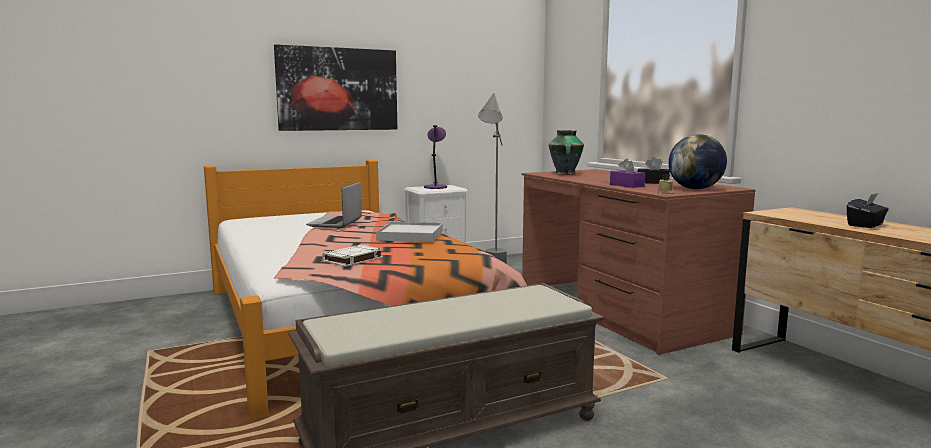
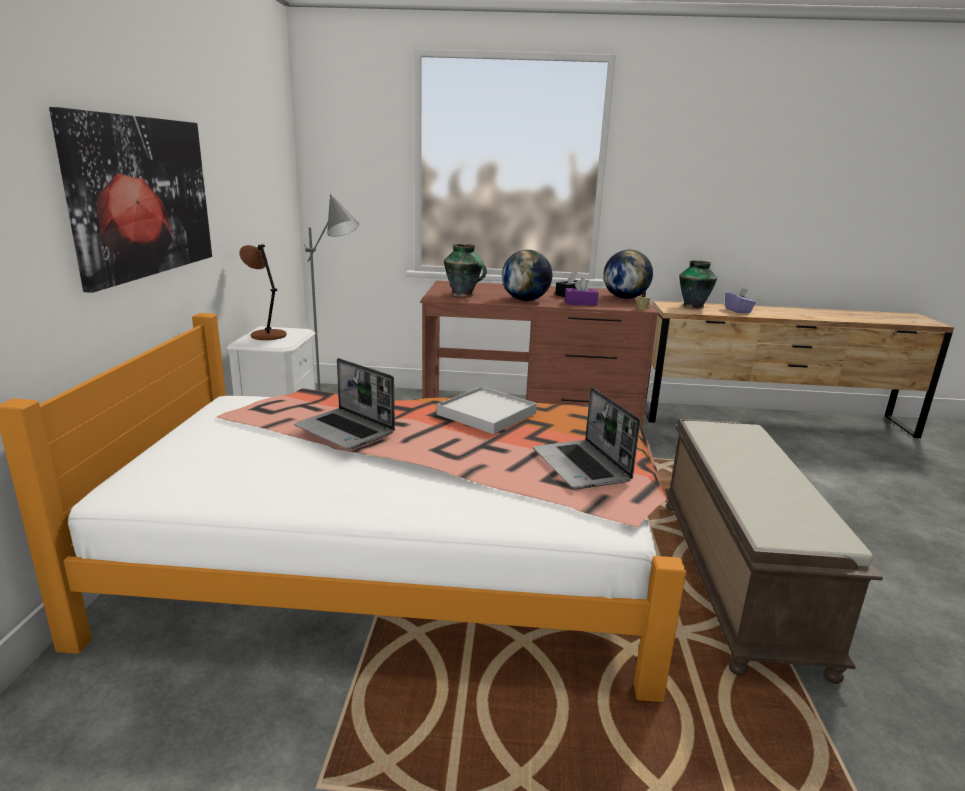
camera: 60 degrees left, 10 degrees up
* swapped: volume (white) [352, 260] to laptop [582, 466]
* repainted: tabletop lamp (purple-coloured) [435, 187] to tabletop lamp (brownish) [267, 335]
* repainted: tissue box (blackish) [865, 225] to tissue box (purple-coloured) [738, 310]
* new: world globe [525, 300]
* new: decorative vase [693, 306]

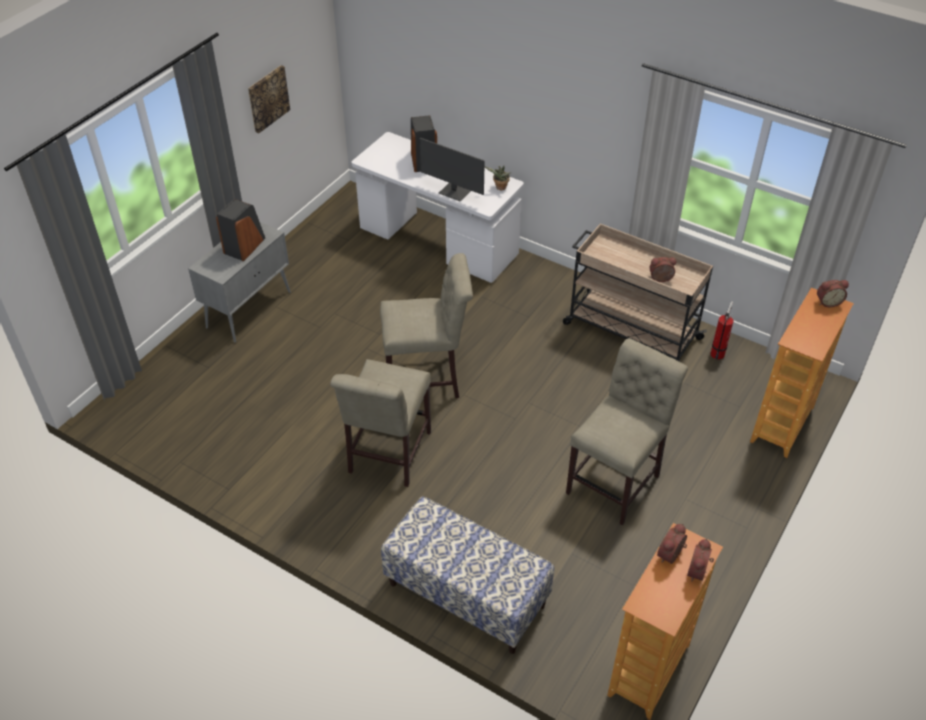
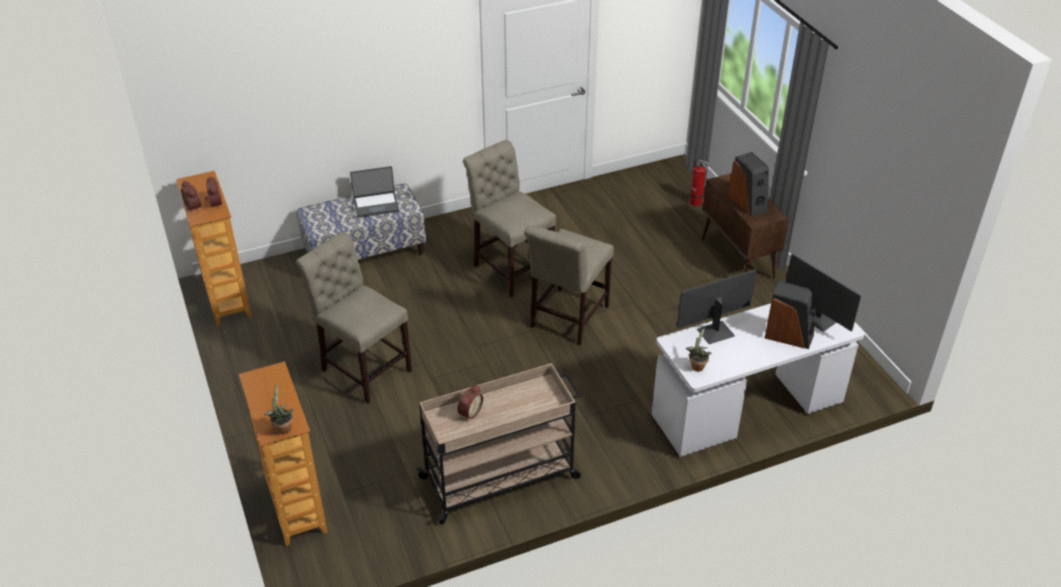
camera: 125 degrees right, 5 degrees down
* repainted: cabinet (grey) [249, 309] to cabinet (brownish) [738, 259]
* gone: wall picture [268, 98]
* rotated: upright chair (sand-coloured) [617, 481] = [363, 368] 150 degrees clockwise
* shifted: extinguisher [718, 353] to [696, 203]
* swapped: alarm clock [828, 302] to plant in a pot [282, 428]
* new: laptop [376, 204]
* new: computer screen [818, 319]

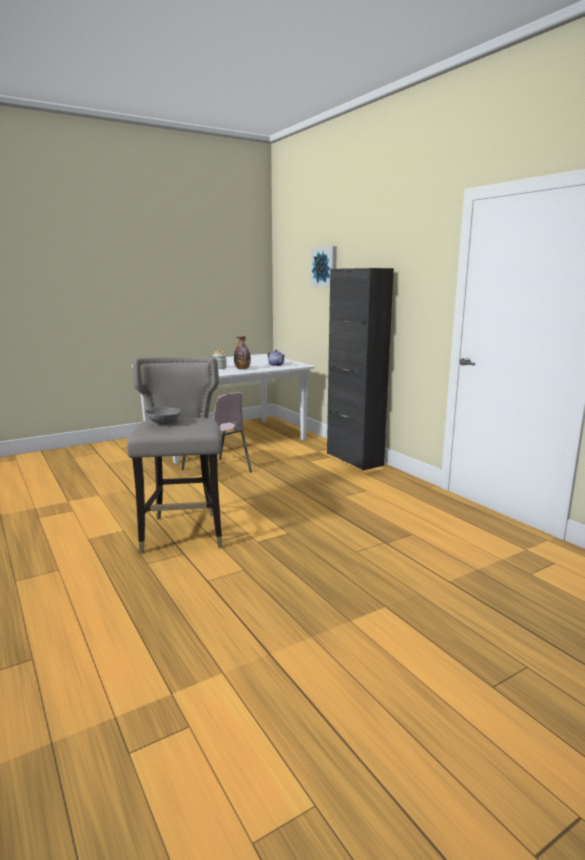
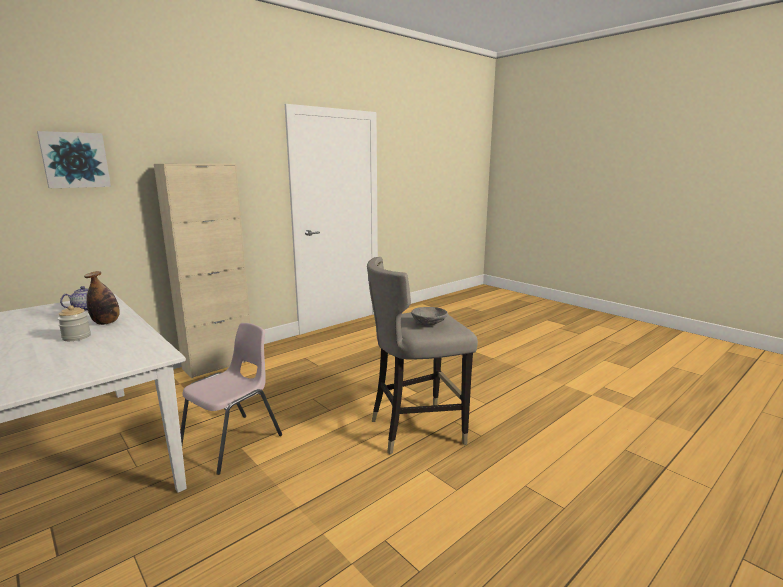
camera: 100 degrees left, 0 degrees up
* repainted: cabinet (blackish) [354, 459] to cabinet (sand-coloured) [218, 364]

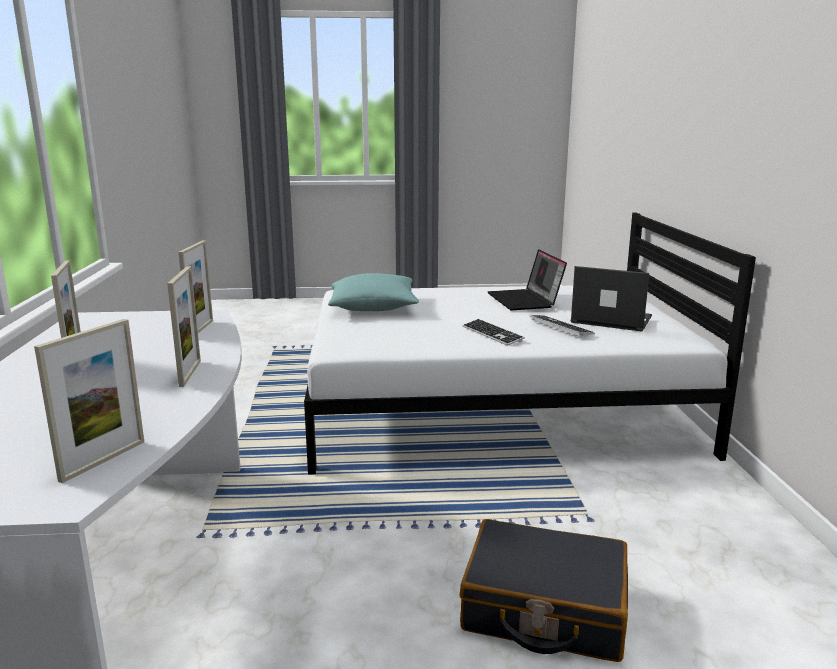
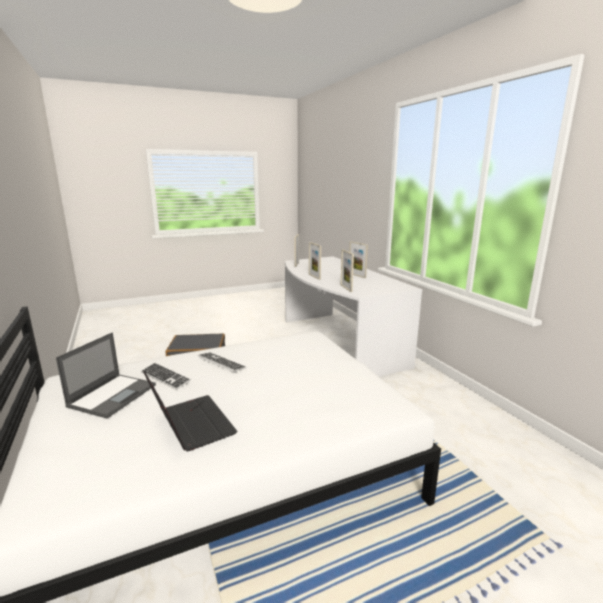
camera: 160 degrees right, 0 degrees up
* gone: pillow (turquoise) [373, 307]
* rotated: laptop [610, 319] = [113, 395] 75 degrees counterclockwise

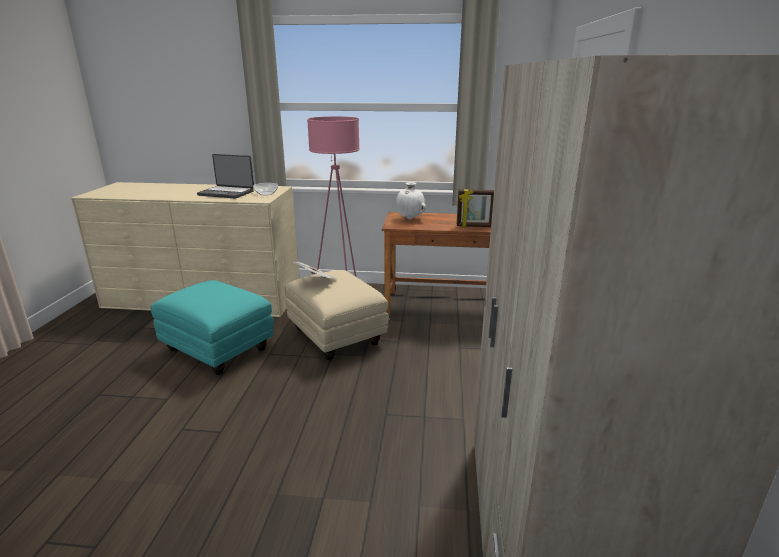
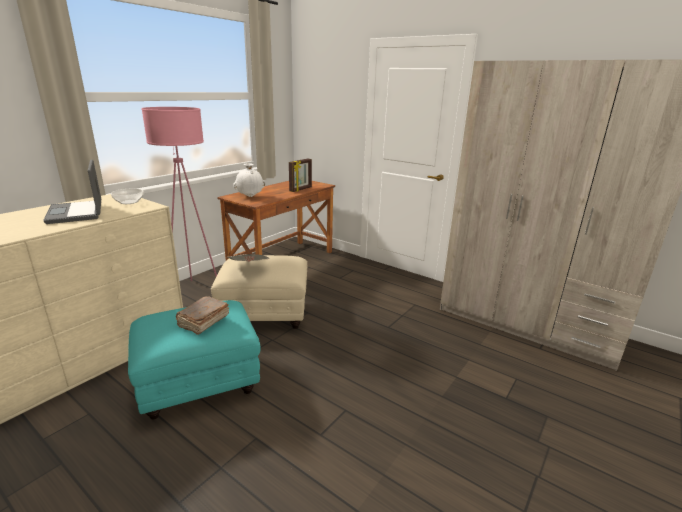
camera: 60 degrees left, 0 degrees up
* rotated: laptop [227, 193] = [77, 213] 105 degrees clockwise
* new: volume (brownish) [203, 322]

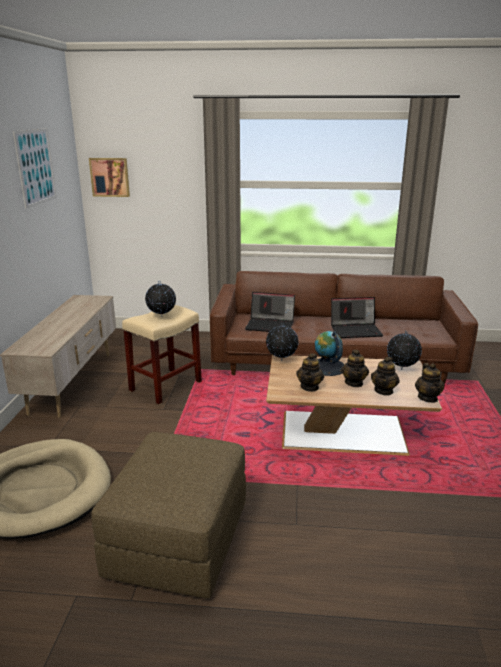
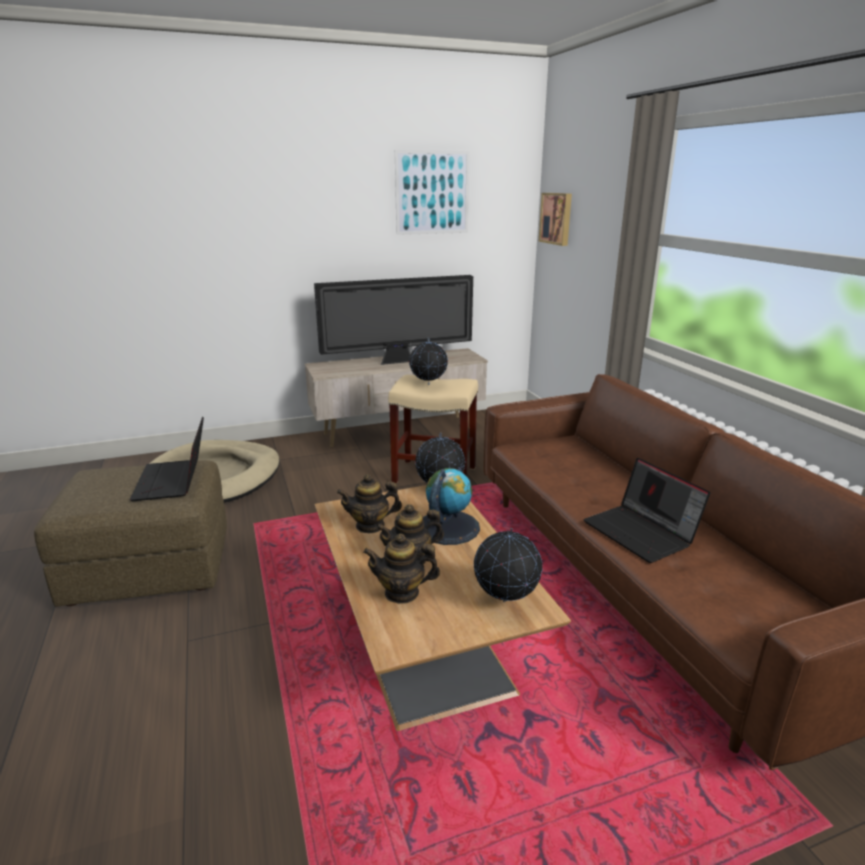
camera: 65 degrees right, 0 degrees up
* shifted: laptop [270, 325] to [174, 481]
* gone: tea pot [428, 398]
* new: TV [398, 361]

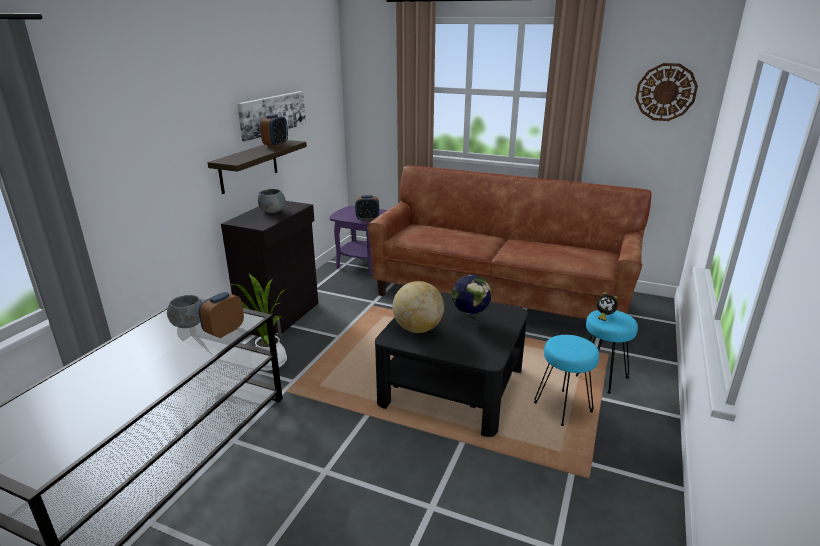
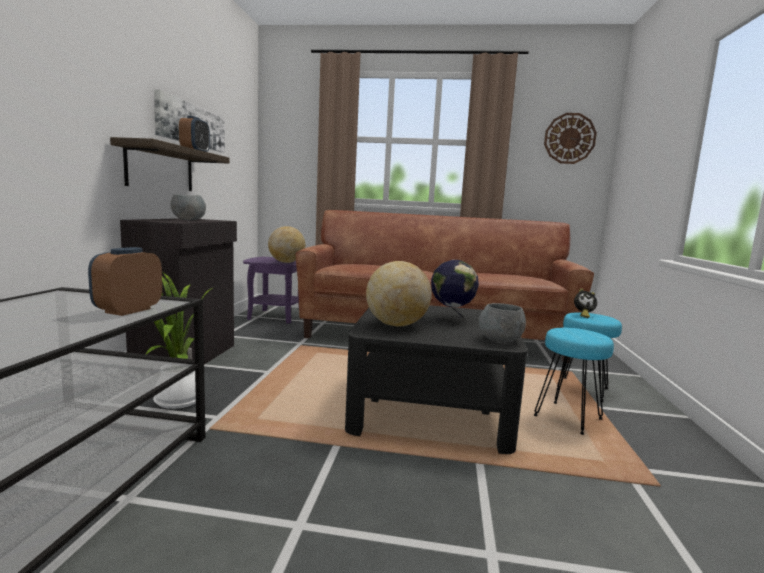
camera: 15 degrees left, 15 degrees down
* shifted: deep dish (grey) [188, 324] to [500, 340]
* swapped: alarm clock [367, 219] to world globe [286, 262]

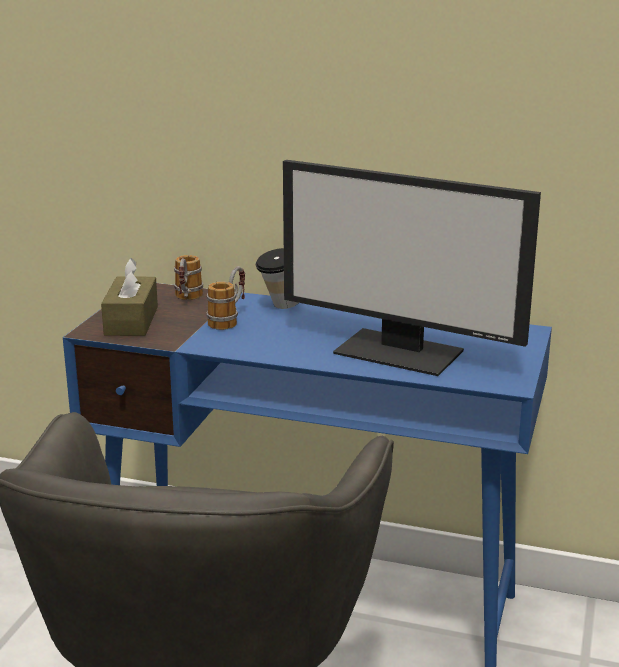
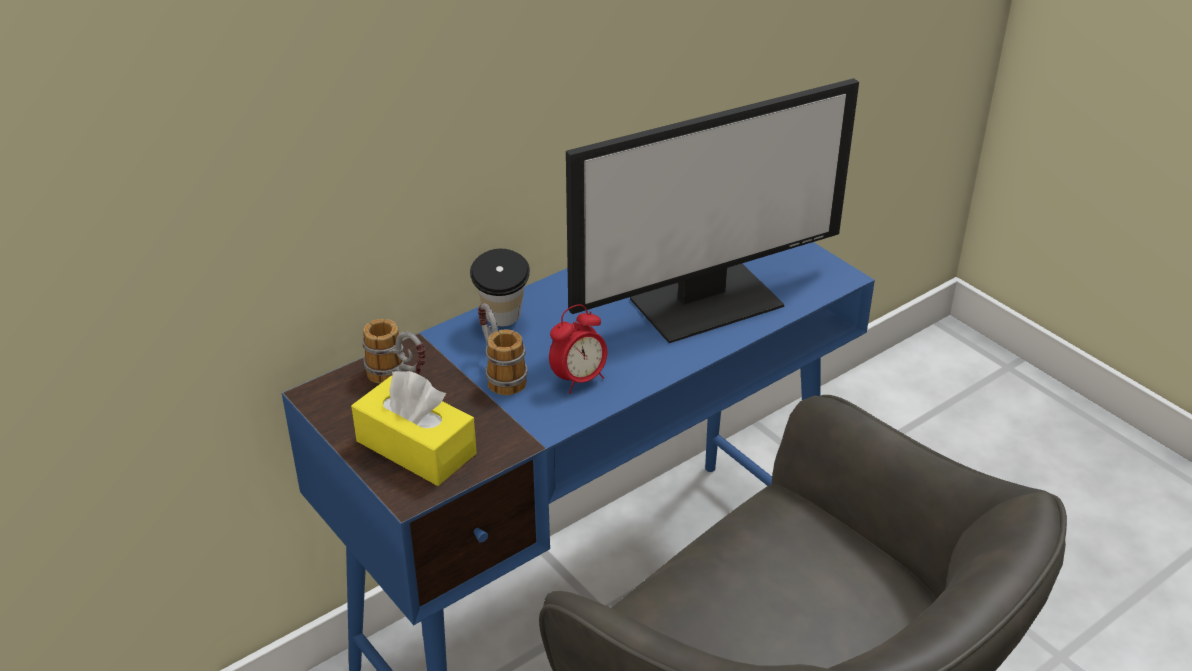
camera: 55 degrees left, 15 degrees up
* repainted: tissue box (brownish) [131, 321] to tissue box (yellow) [416, 447]
* new: alarm clock [579, 379]

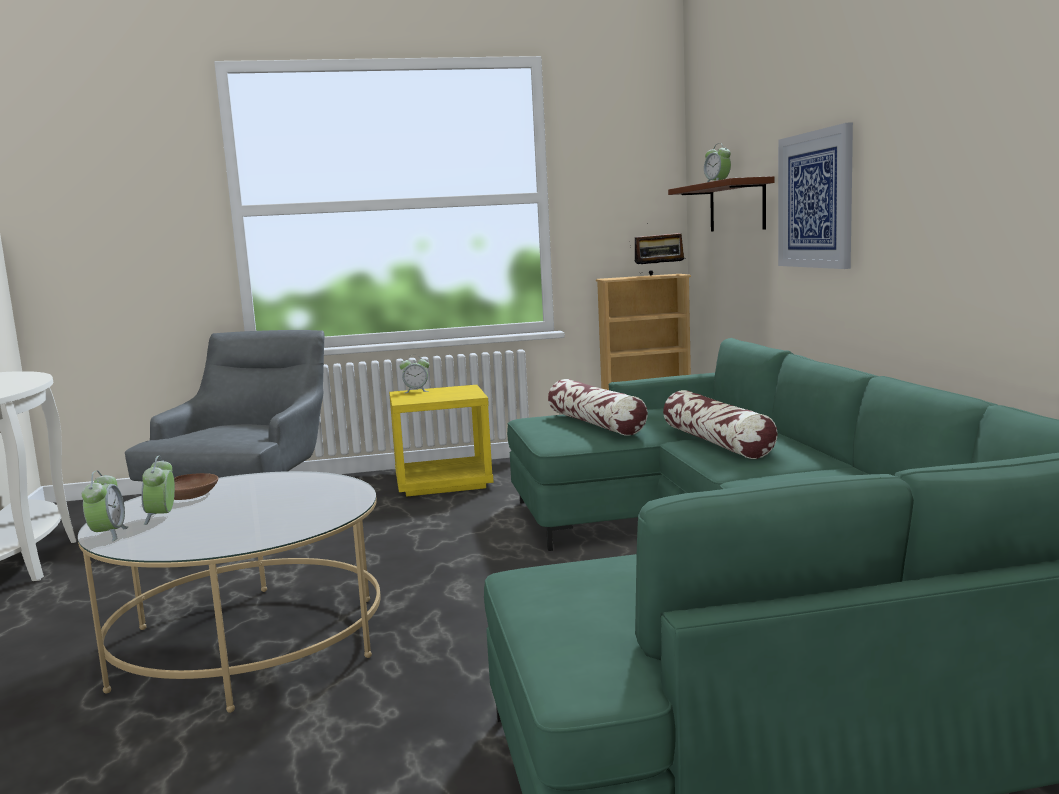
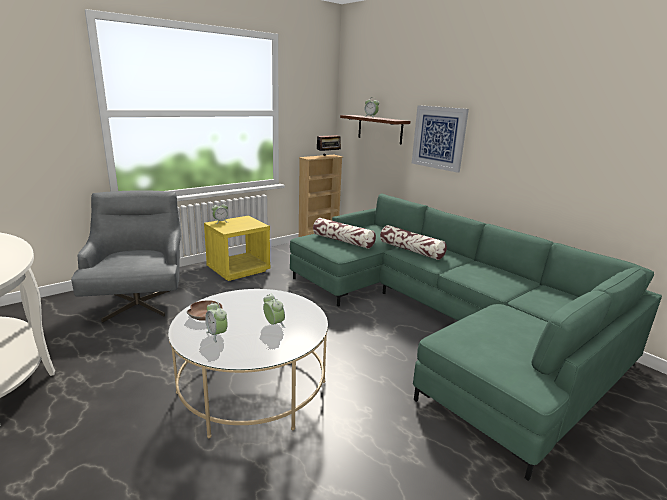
camera: 30 degrees left, 10 degrees up
* shifted: alarm clock [108, 534] to [274, 324]

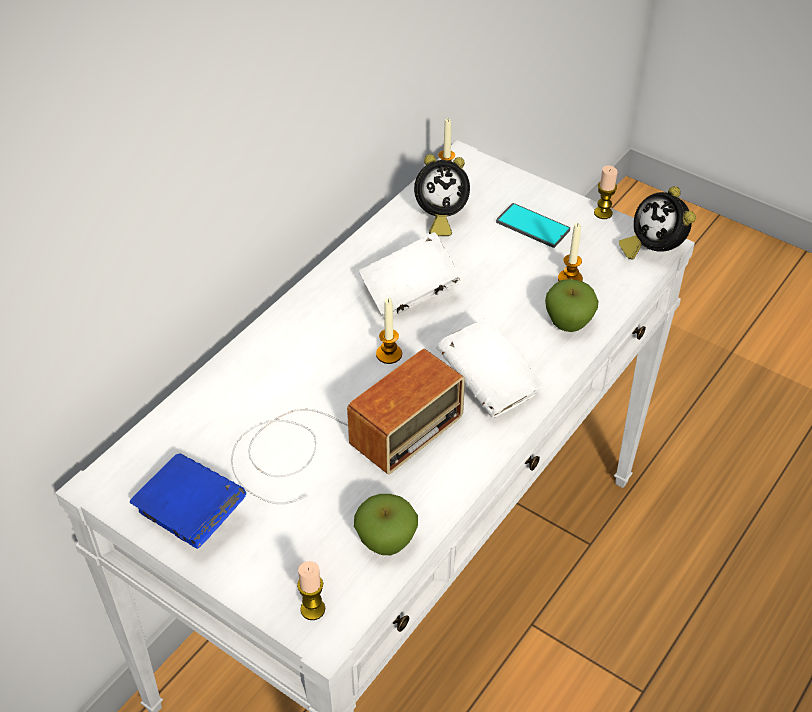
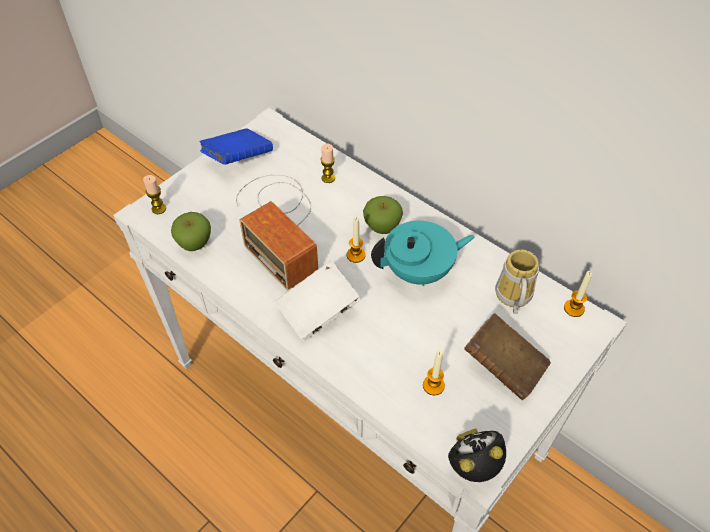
camera: 95 degrees right, 5 degrees up
* swapped: volume (white) [409, 293] to tea pot (turquoise) [419, 271]
* swapped: alarm clock [439, 218] to mug [511, 298]
* swapped: telephone [532, 226] to volume (brownish) [503, 366]
* shifted: whole apple [568, 323] to [382, 227]
* shifted: wax light [603, 213] to [328, 178]

